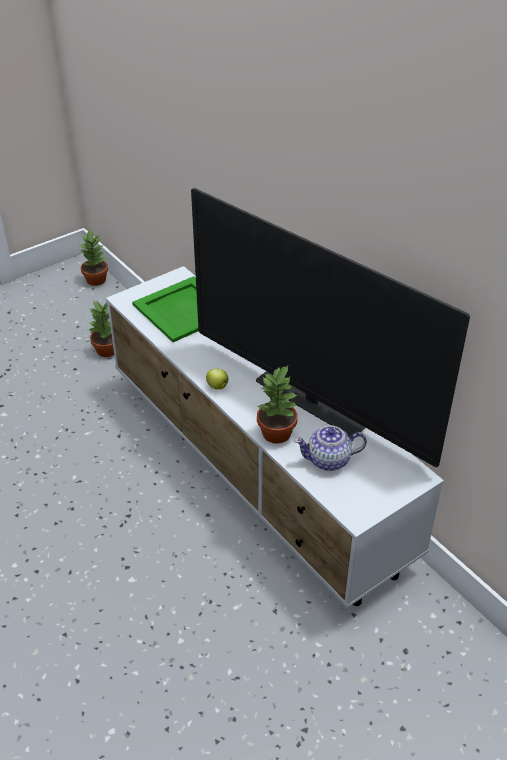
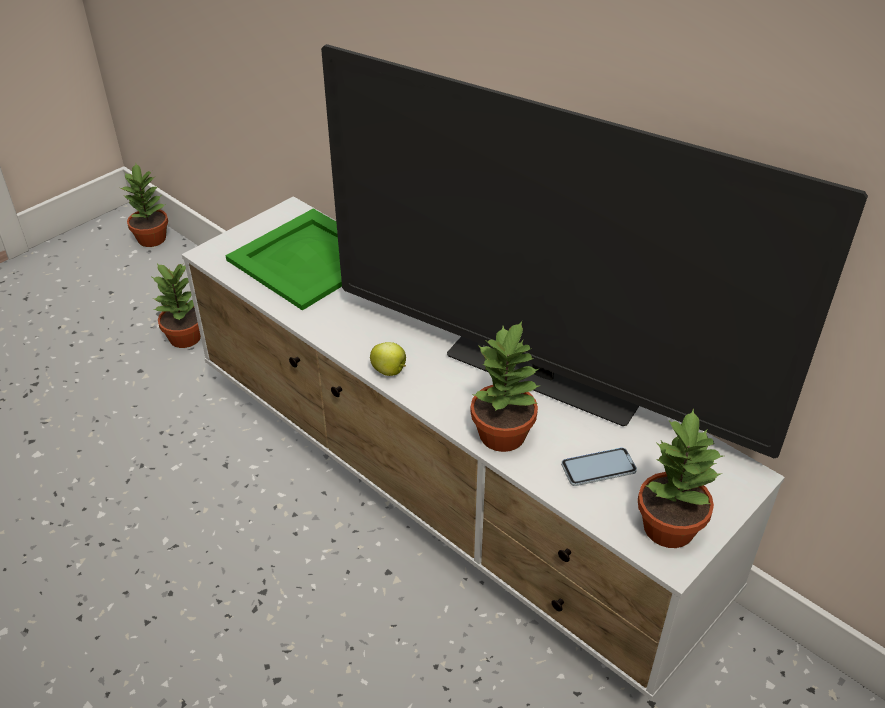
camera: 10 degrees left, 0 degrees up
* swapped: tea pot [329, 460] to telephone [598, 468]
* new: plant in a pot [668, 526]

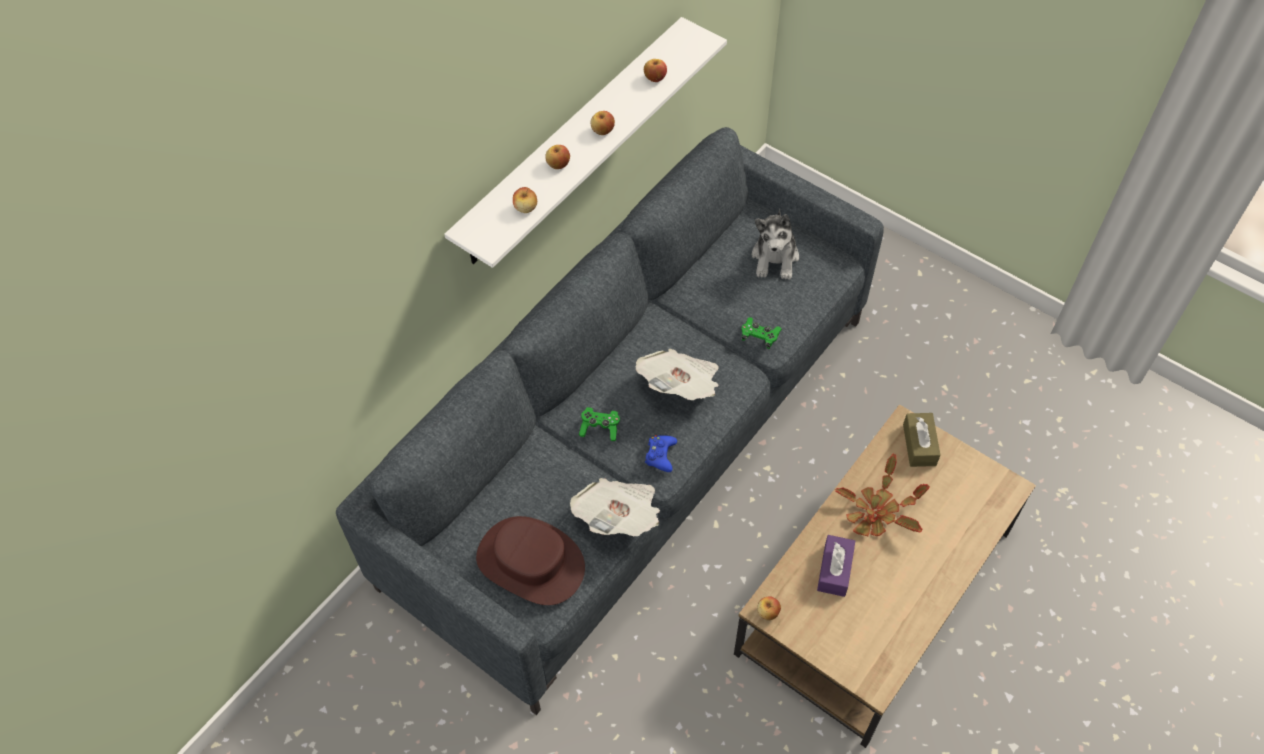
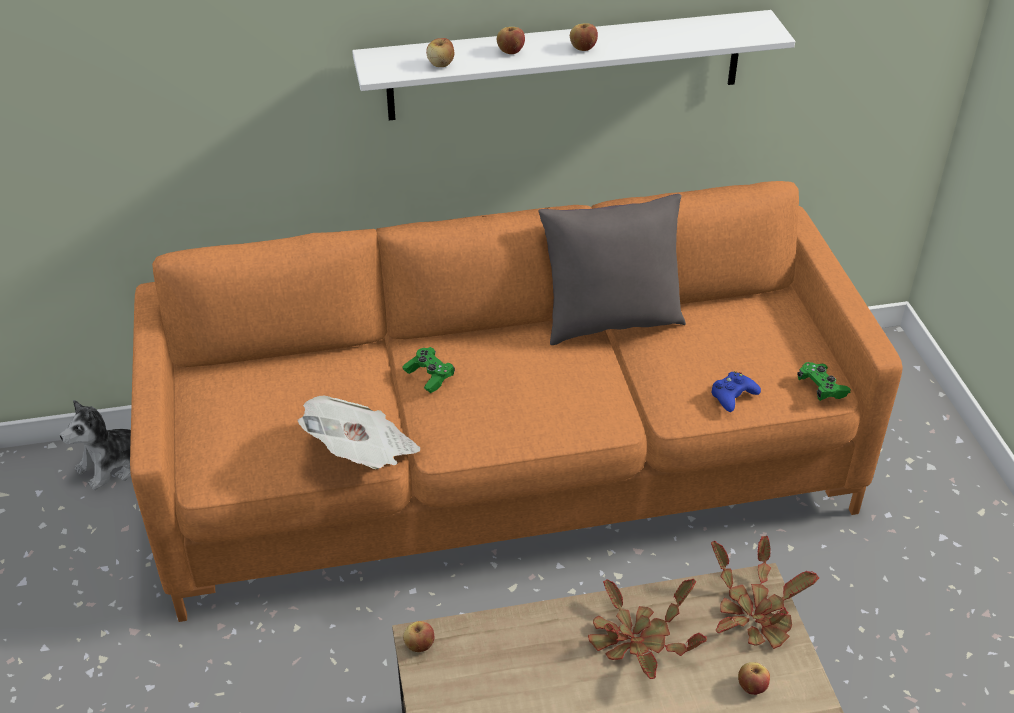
camera: 40 degrees right, 15 degrees down
* repainted: couch (grey) [633, 448] to couch (orange) [507, 474]
* gone: clothing hat (brownish) [531, 562]
* gone: printed paper [681, 386]
* shifted: whole apple [655, 78] to [751, 686]
* shifted: gamepad (bluish) [660, 455] to [733, 396]
* shifted: gamepad (green-coloured) [759, 337] to [821, 388]
* shifted: soft toy [775, 258] to [112, 465]
* gone: tissue box (purple-coloured) [834, 570]
* swapped: tissue box (brownish) [919, 445] to plant in a pot [755, 613]
* new: pillow (grey) [610, 321]

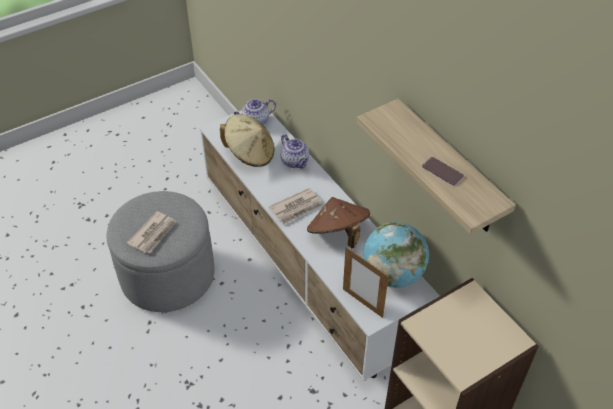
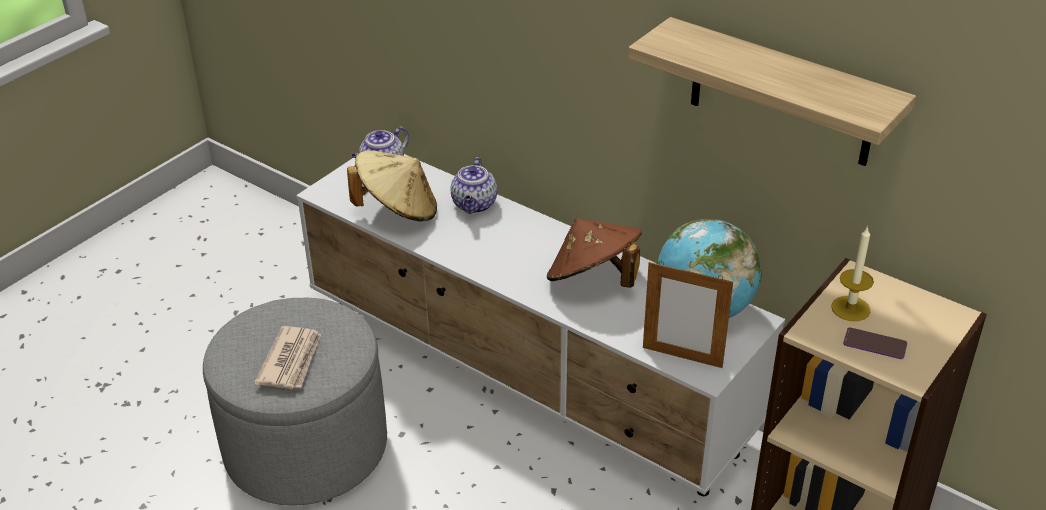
camera: 20 degrees left, 10 degrees down
* gone: printed paper [297, 208]
* rotated: tea pot [295, 162] = [474, 205] 60 degrees clockwise
* shifted: telephone [442, 171] to [874, 344]
* new: wax light [850, 308]

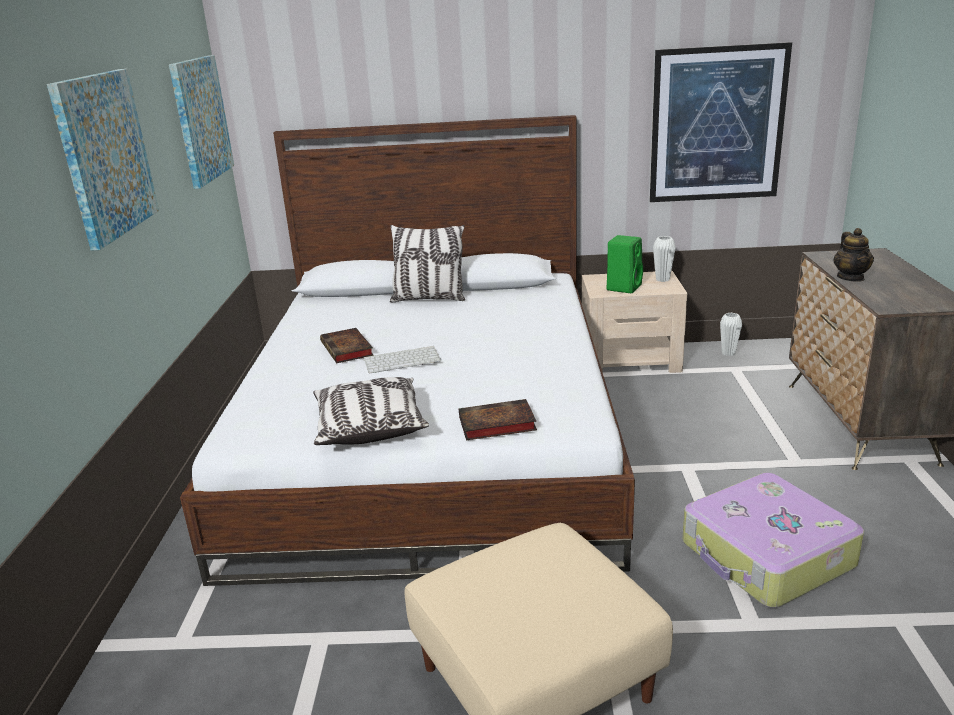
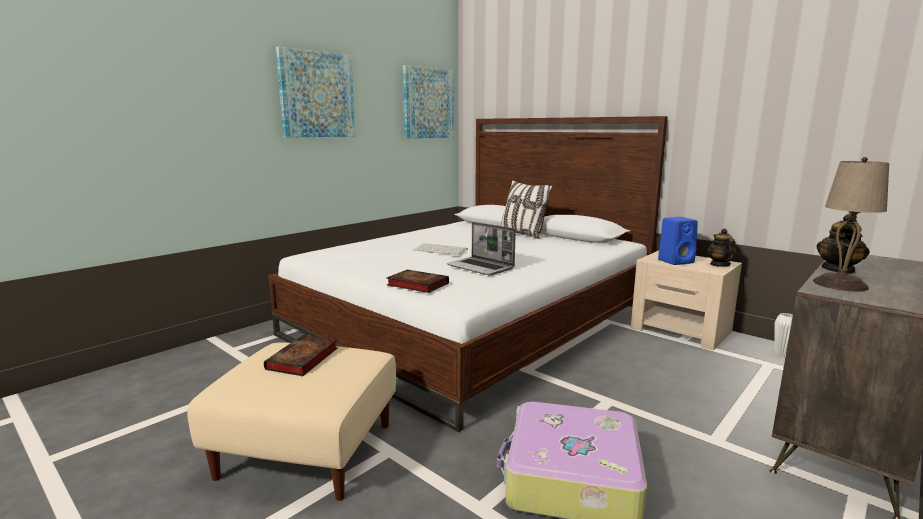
camera: 40 degrees right, 10 degrees down
* gone: pillow [369, 427]
* shifted: volume [348, 349] to [302, 360]
* repainted: loudspeaker (green-coloured) [624, 287] to loudspeaker (bluish) [676, 261]
* gone: wall picture [717, 125]
* swapped: decorative vase (white) [662, 279] to tea pot [719, 264]
* new: laptop [481, 267]
* new: tabletop lamp (sand-coloured) [838, 284]

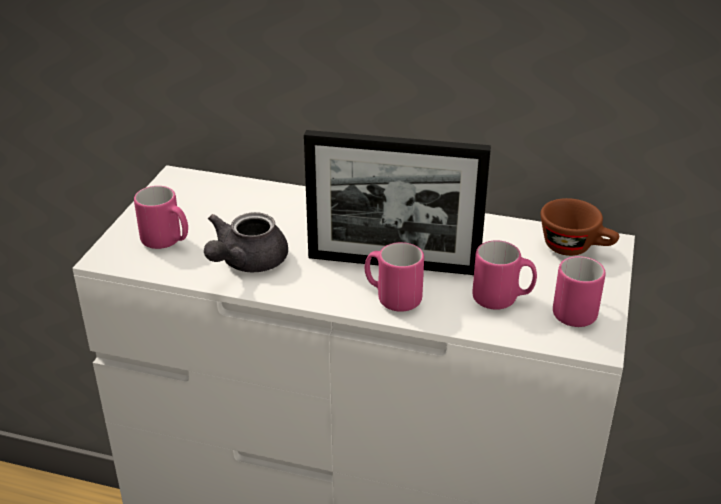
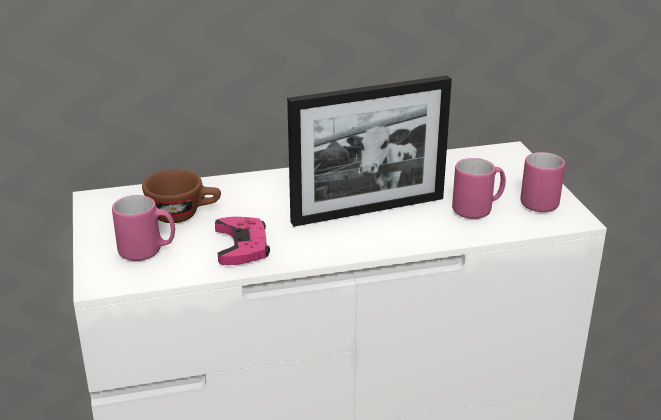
camera: 30 degrees left, 5 degrees down
* swapped: tea pot (grey) [246, 262] to gamepad (pink-coloured) [242, 246]
* gone: mug (pink-coloured) [392, 298]
* shifted: cup (brownish) [576, 248] to [184, 214]

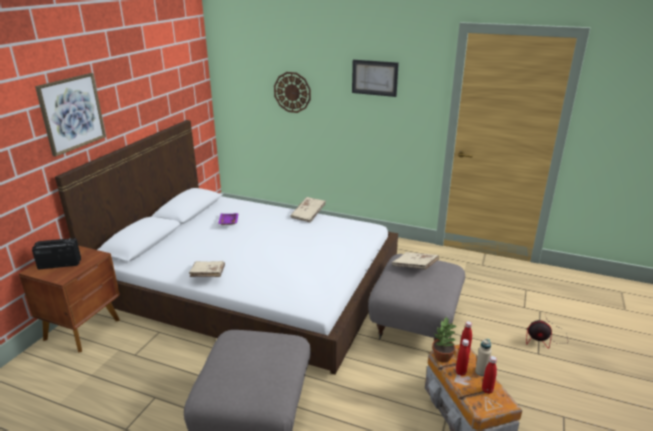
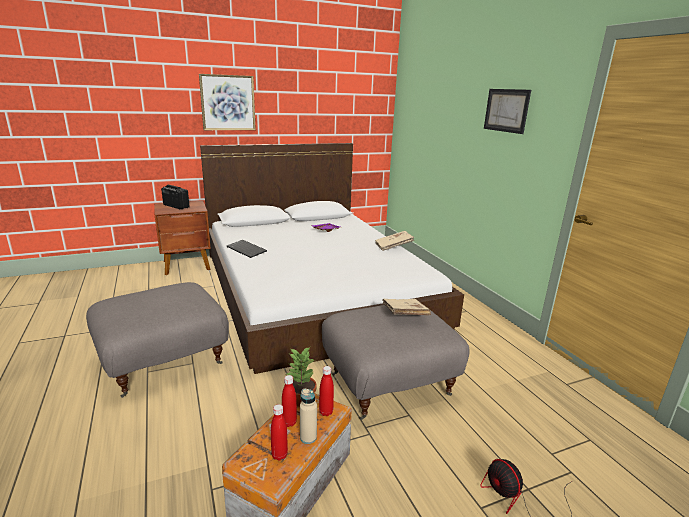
camera: 45 degrees right, 5 degrees down
* swapped: volume (sand-coloured) [208, 275] to keyboard [247, 249]
* gone: hanging clock [292, 92]

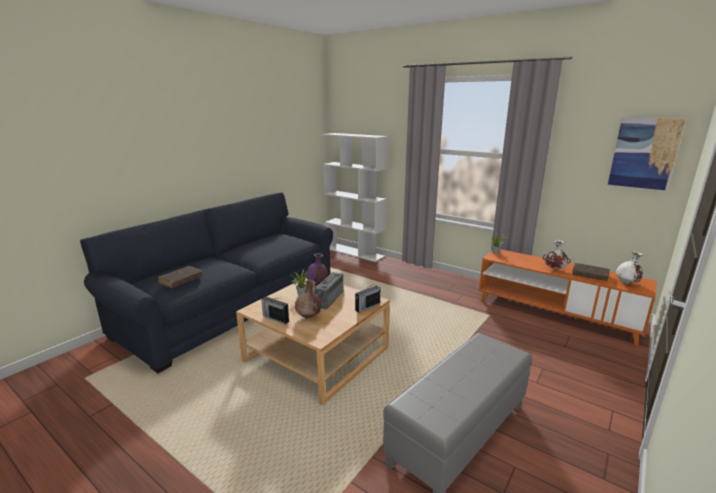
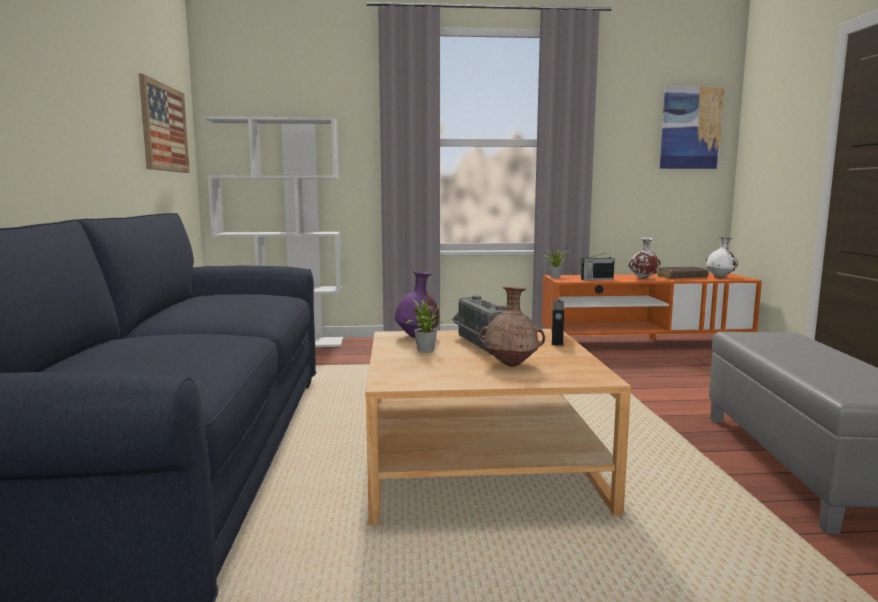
camera: 40 degrees left, 10 degrees down
* gone: volume (brownish) [181, 280]
* shifted: radio [275, 318] to [596, 279]
* new: wall picture [164, 128]

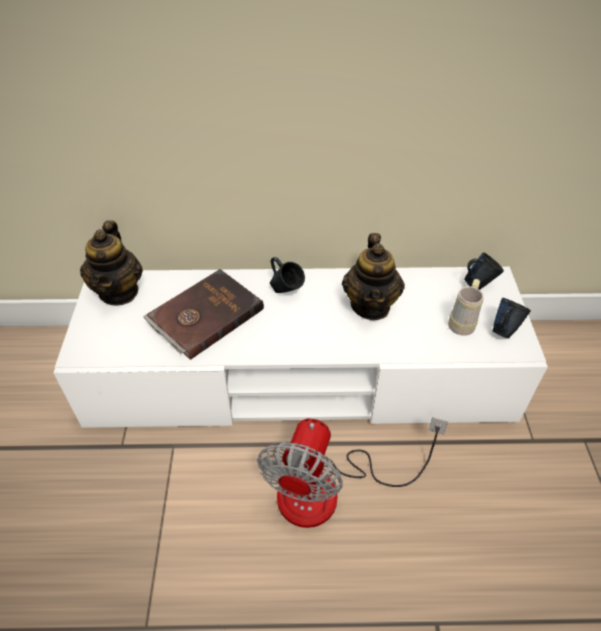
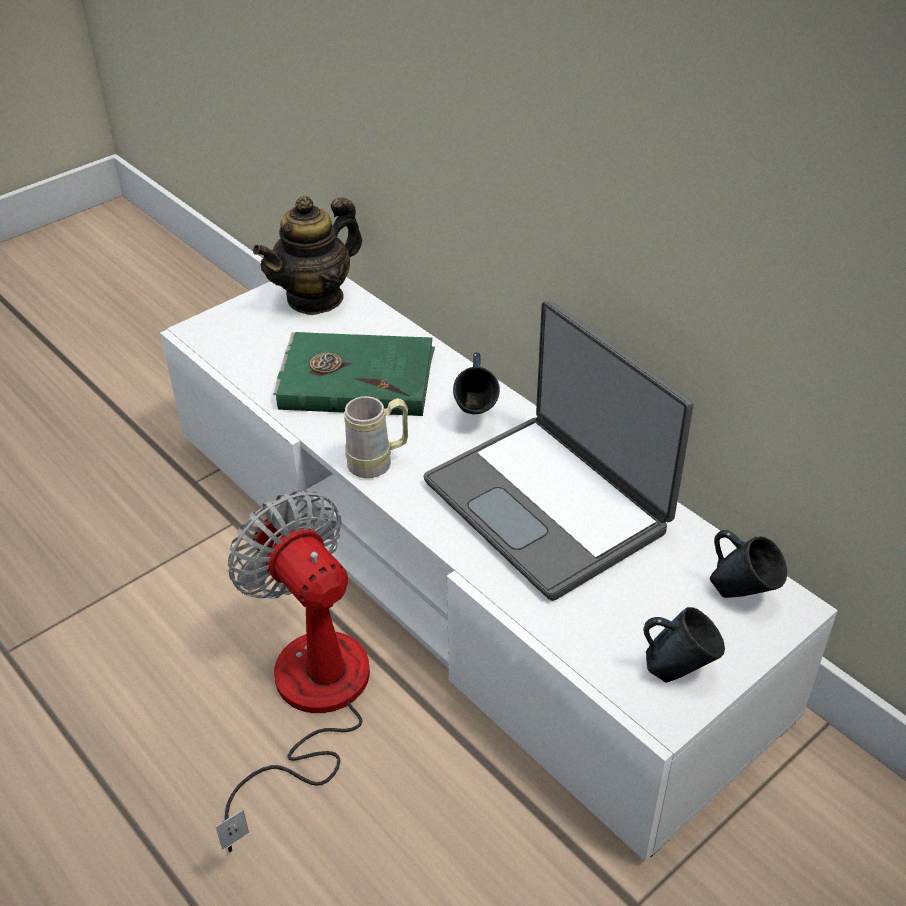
camera: 50 degrees right, 5 degrees down
* repainted: volume (brownish) [204, 315] to volume (green-coloured) [356, 378]
* rotated: cooling fan [329, 490] = [309, 704] 75 degrees clockwise
* swapped: tea pot [371, 305] to laptop [549, 504]
* shifted: mug (sand-coloured) [463, 322] to [378, 463]

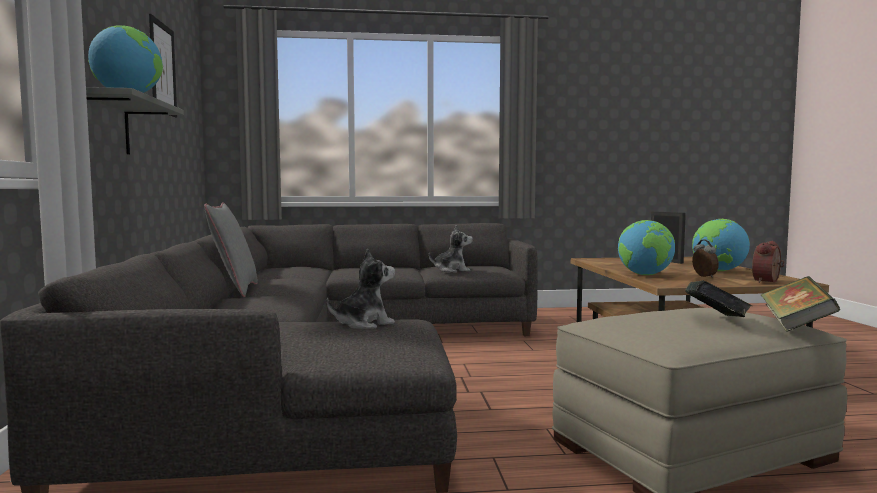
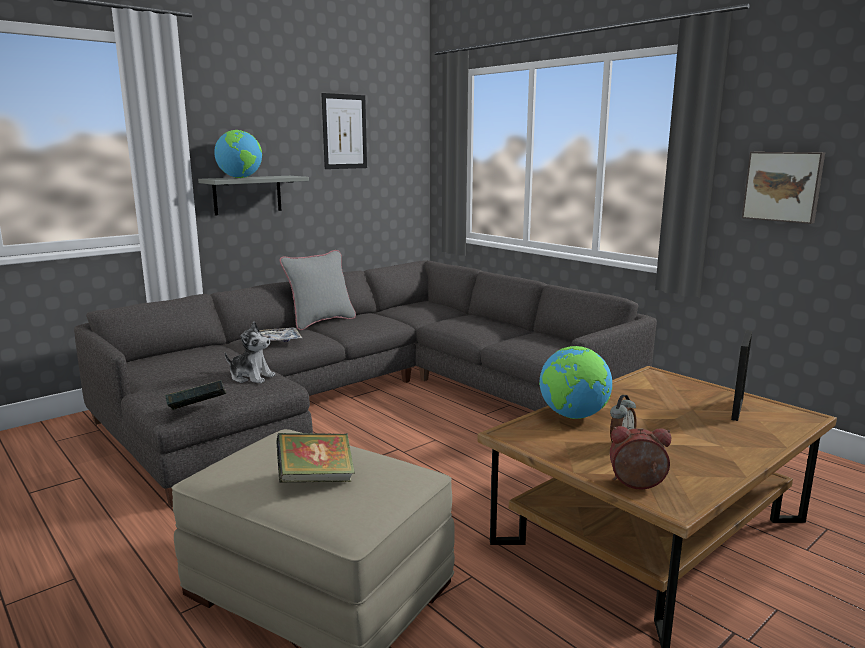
camera: 55 degrees right, 10 degrees up
* gone: soft toy [452, 270]
* gone: world globe [718, 271]
* shifted: volume [796, 325] to [198, 411]
* new: serving tray [279, 340]
* new: wall picture [783, 186]

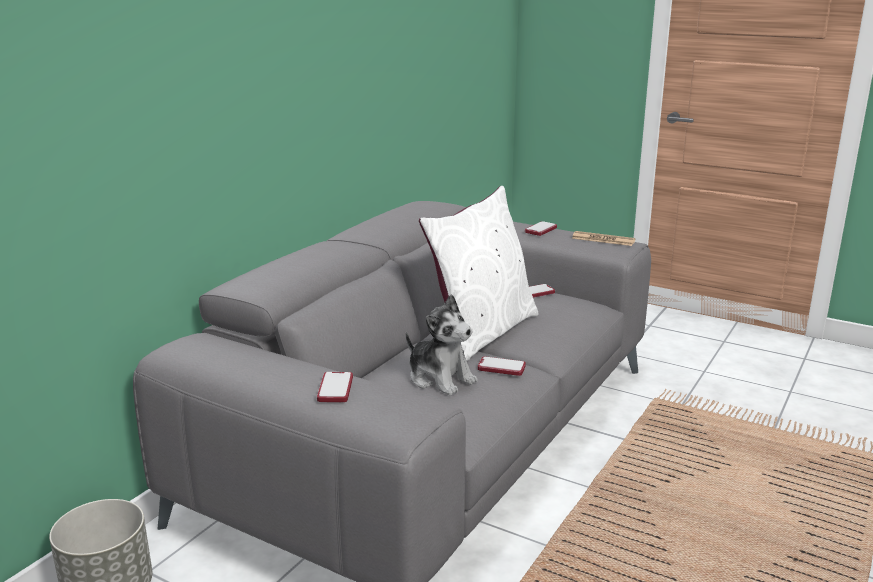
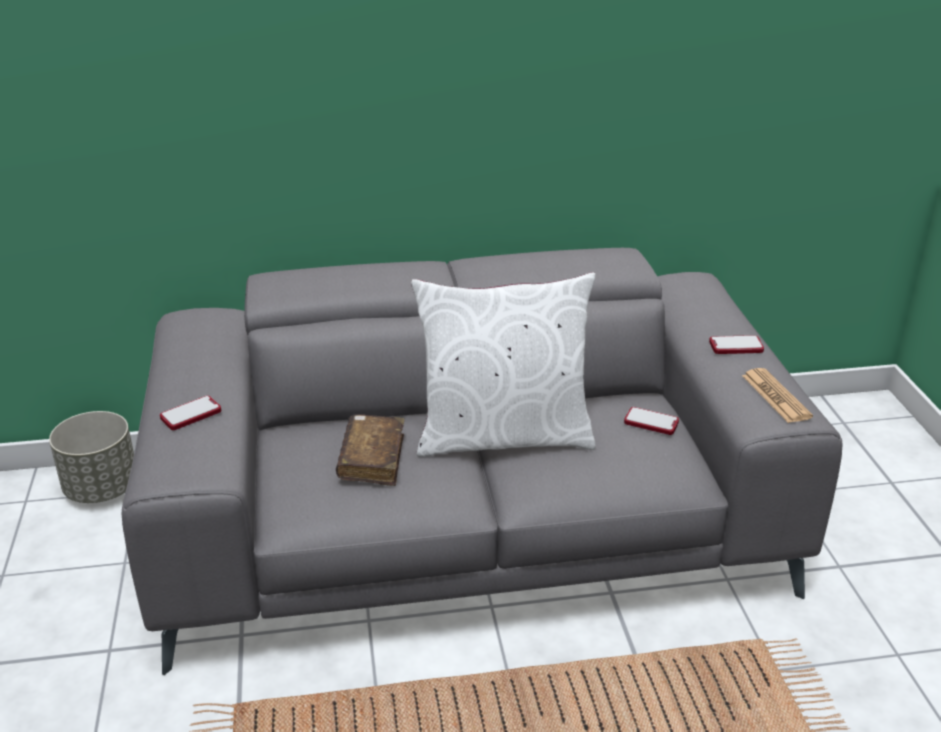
camera: 50 degrees right, 10 degrees up
* swapped: soft toy [440, 378] to volume (brownish) [372, 459]
* gone: telephone [501, 367]

